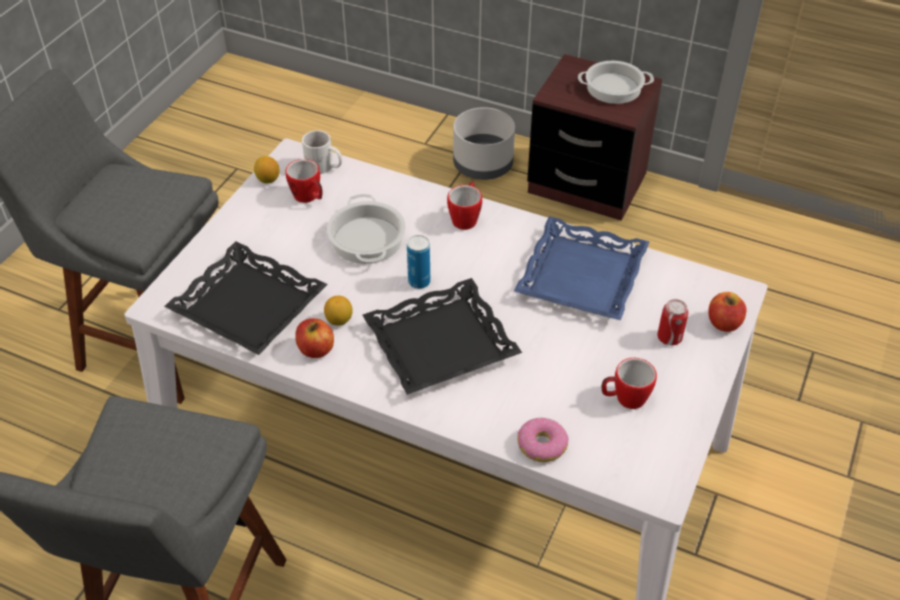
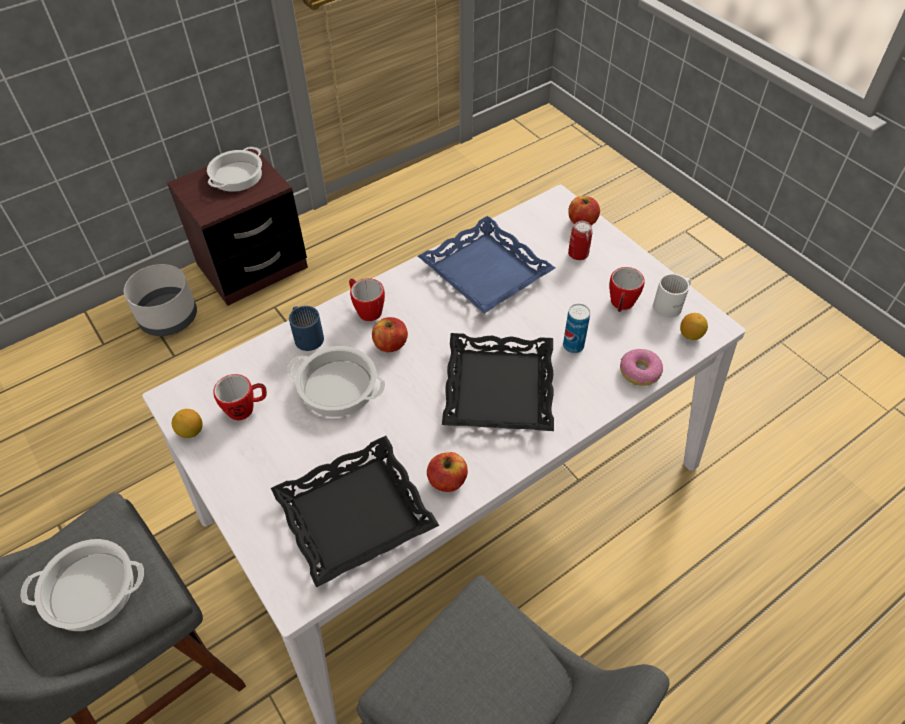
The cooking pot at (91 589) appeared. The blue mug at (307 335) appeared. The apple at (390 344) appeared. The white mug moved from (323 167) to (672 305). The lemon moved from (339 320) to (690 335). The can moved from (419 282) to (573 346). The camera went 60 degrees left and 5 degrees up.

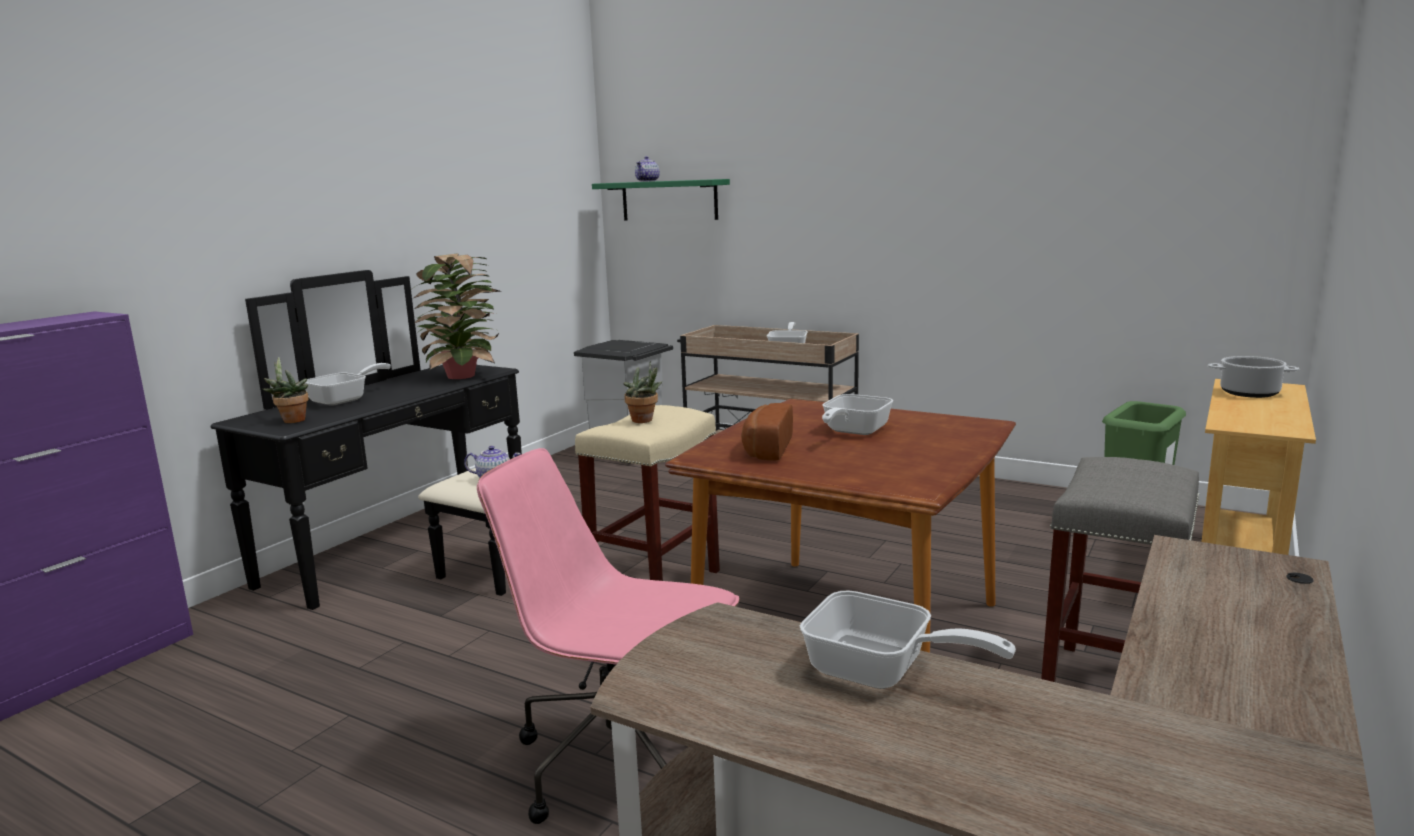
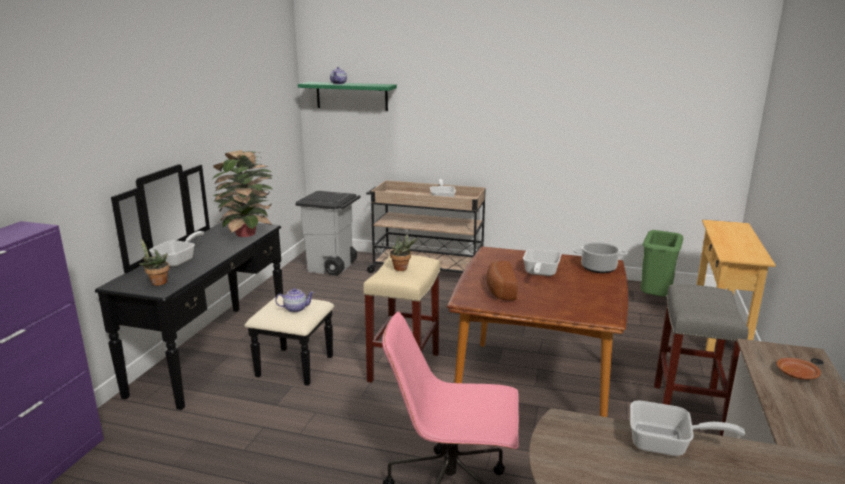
The brown plate at (796 374) appeared. The cooking pot moved from (1248 393) to (598 268). The camera went 15 degrees left and 5 degrees up.

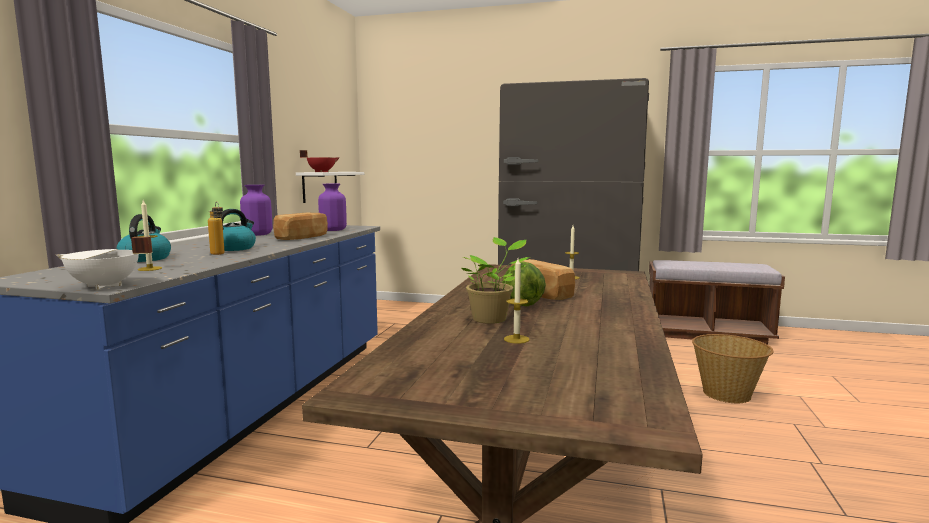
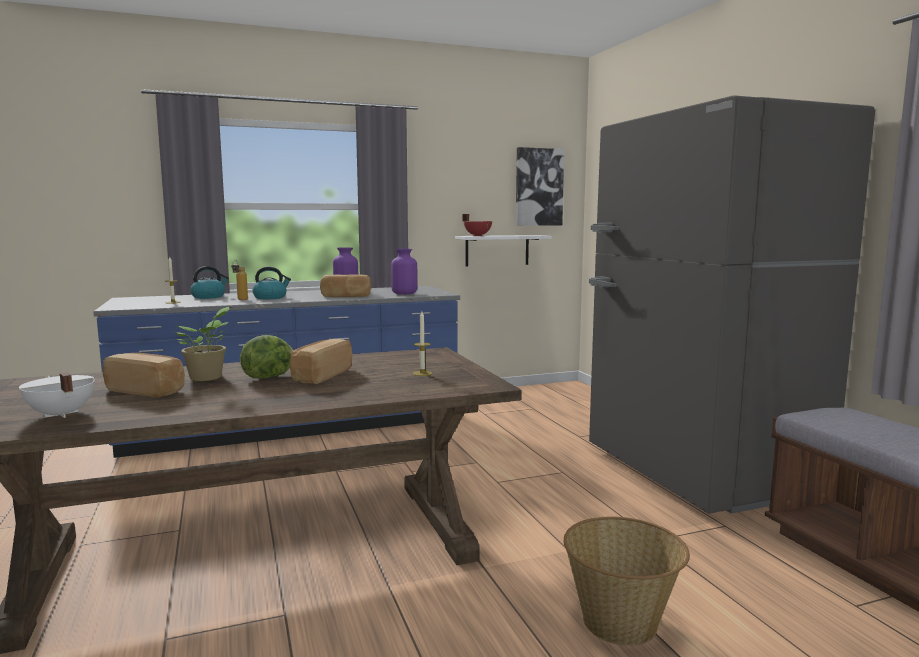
The picture at (538 187) appeared. The white cooking pot moved from (104 286) to (60 414). The candle at (516 339) was replaced by the bread at (146 390). The camera went 55 degrees right and 0 degrees up.

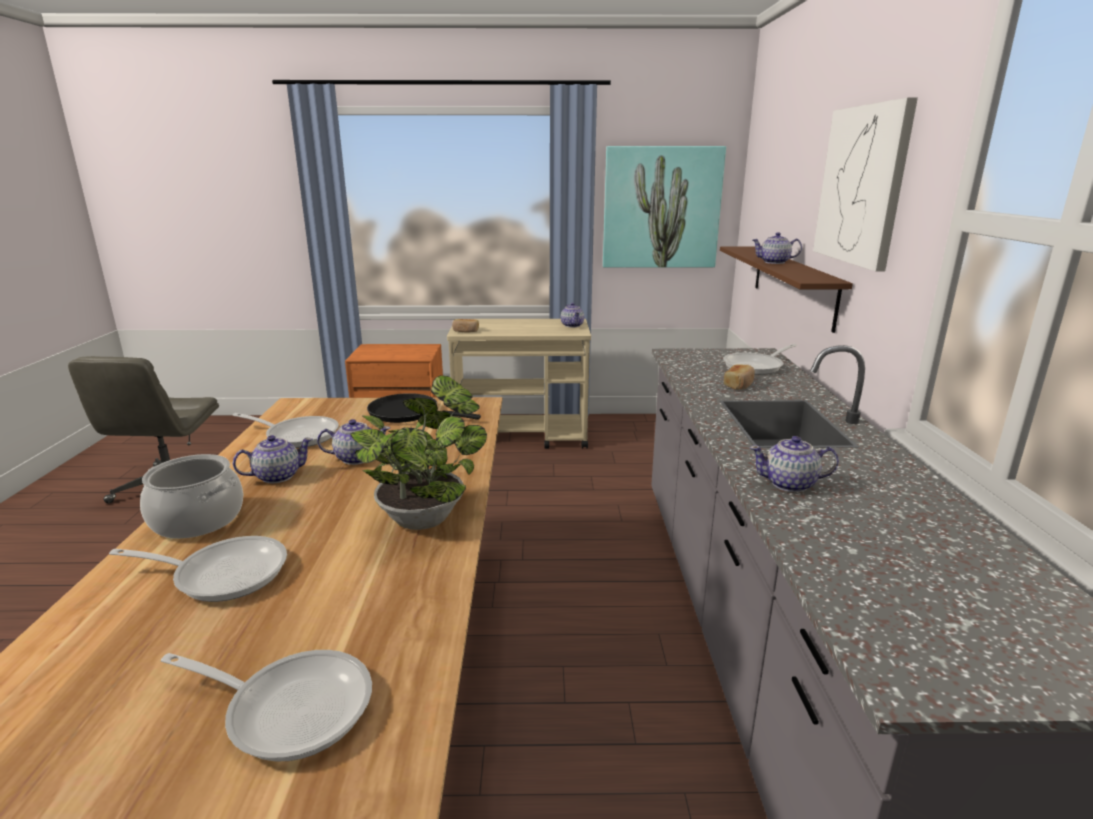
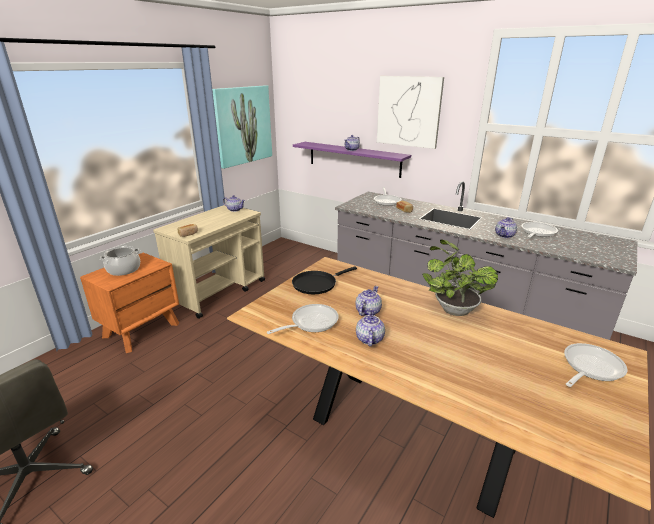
The frying pan moved from (223 574) to (537 232). The cooking pot moved from (197 520) to (124 269). The brown shelf at (792 284) became the purple shelf at (353 159). The camera went 55 degrees left and 5 degrees up.

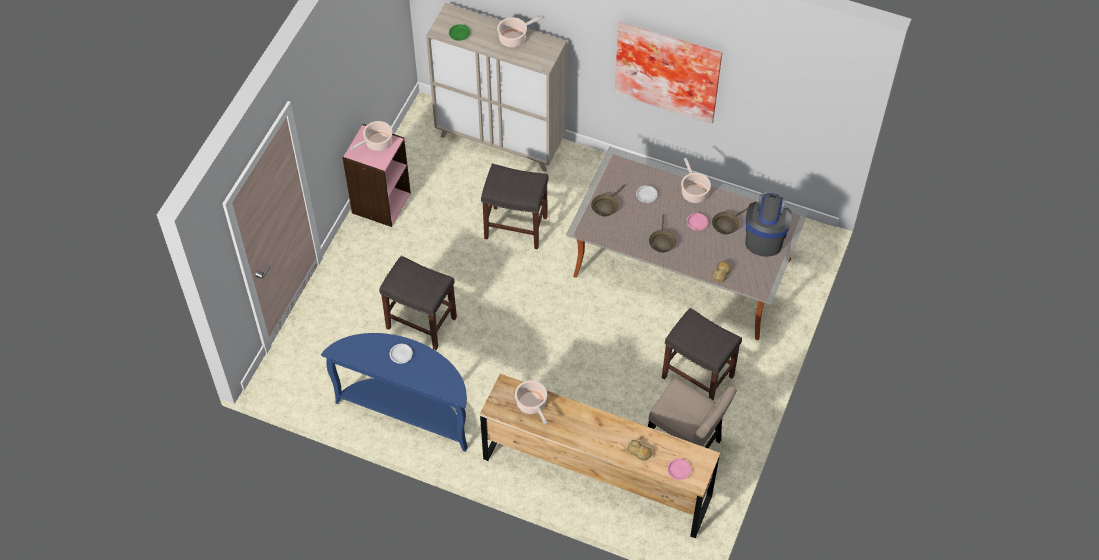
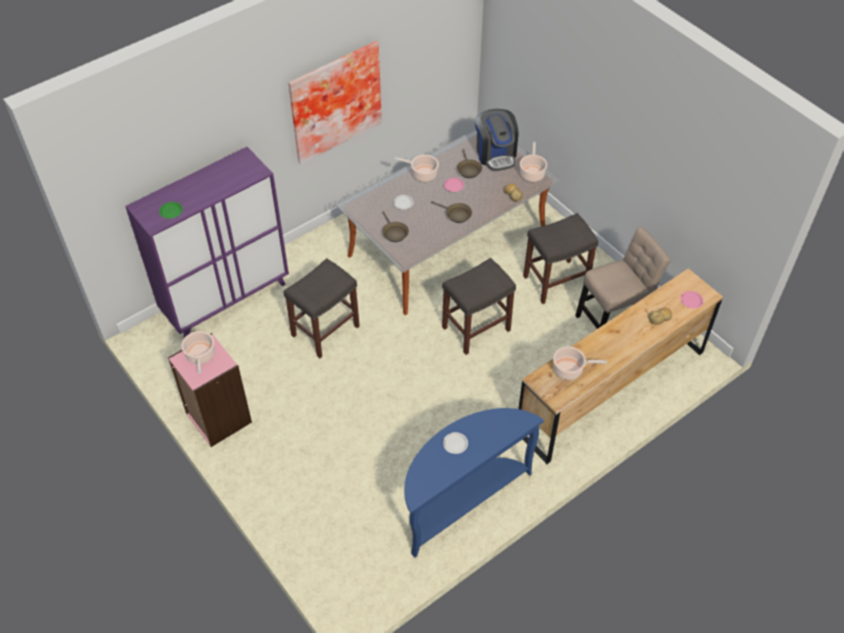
The grey stool moved from (420 323) to (475 329). The cooking pot moved from (514 38) to (532 173). The beige cabinet at (501 140) became the purple cabinet at (226 299). The coffee machine at (765 236) turned 150 degrees counterclockwise. The camera went 60 degrees left and 5 degrees down.

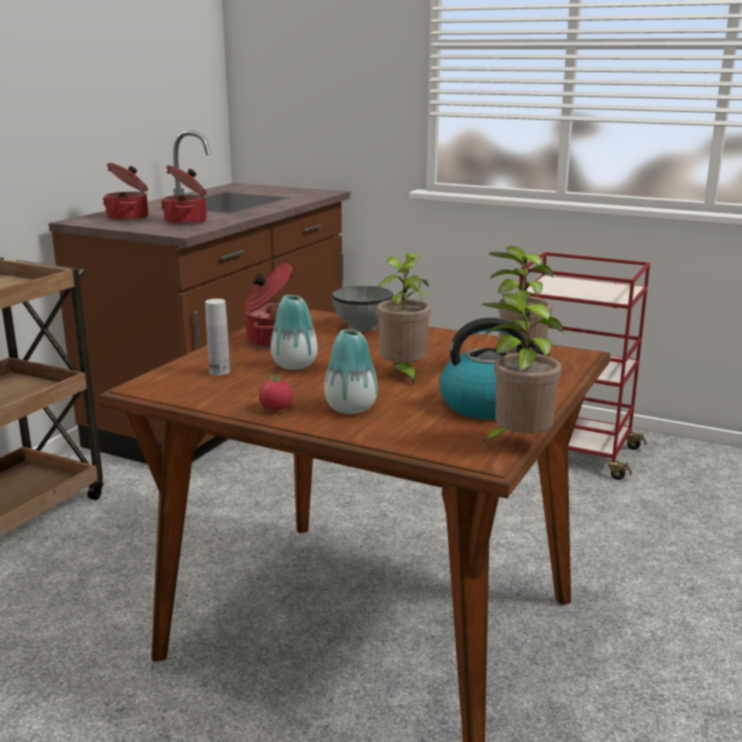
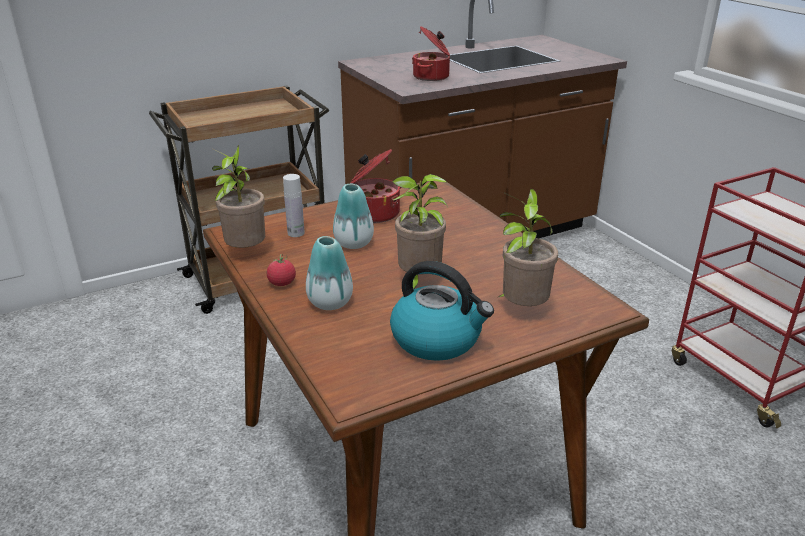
The cooking pot at (129 217) disappeared. The grey bowl at (362 327) disappeared. The potted plant moved from (517 444) to (245 252). The camera went 35 degrees right and 10 degrees up.

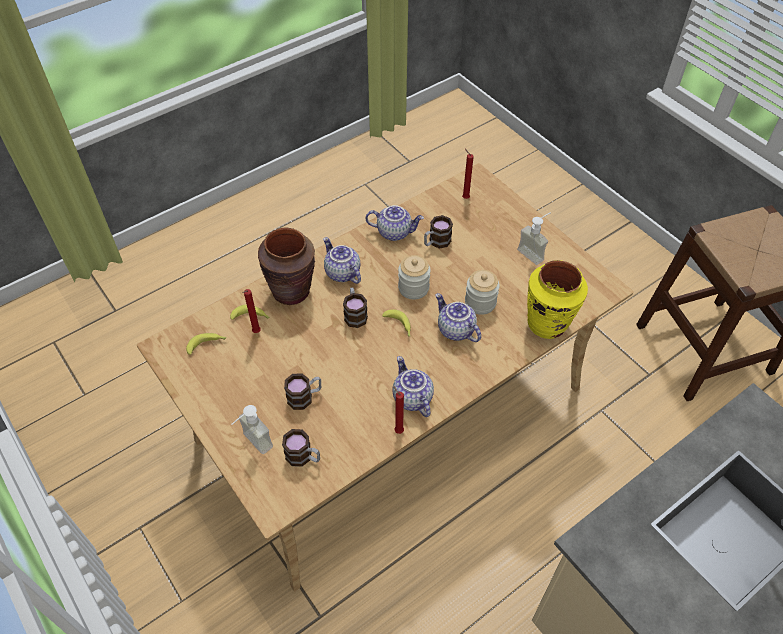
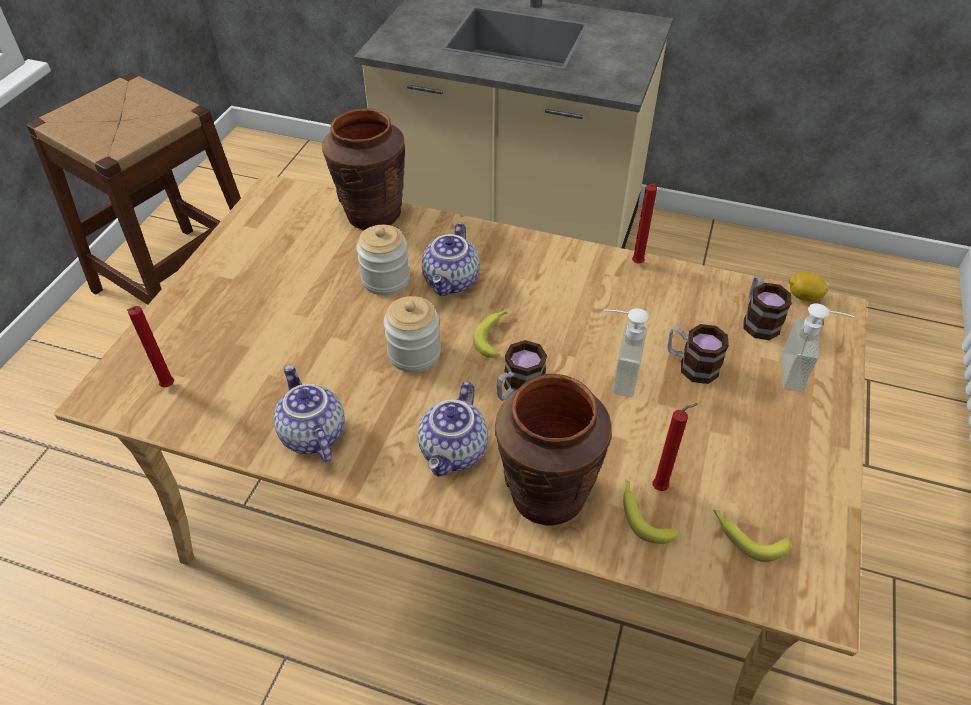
The teapot at (411 398) disappeared. The mug at (436 242) disappeared. The lemon at (803 297) appeared. The soap dispenser moved from (534 252) to (615 375). The yellow vase at (547 324) became the brown vase at (373 215). The camera went 125 degrees left and 5 degrees down.

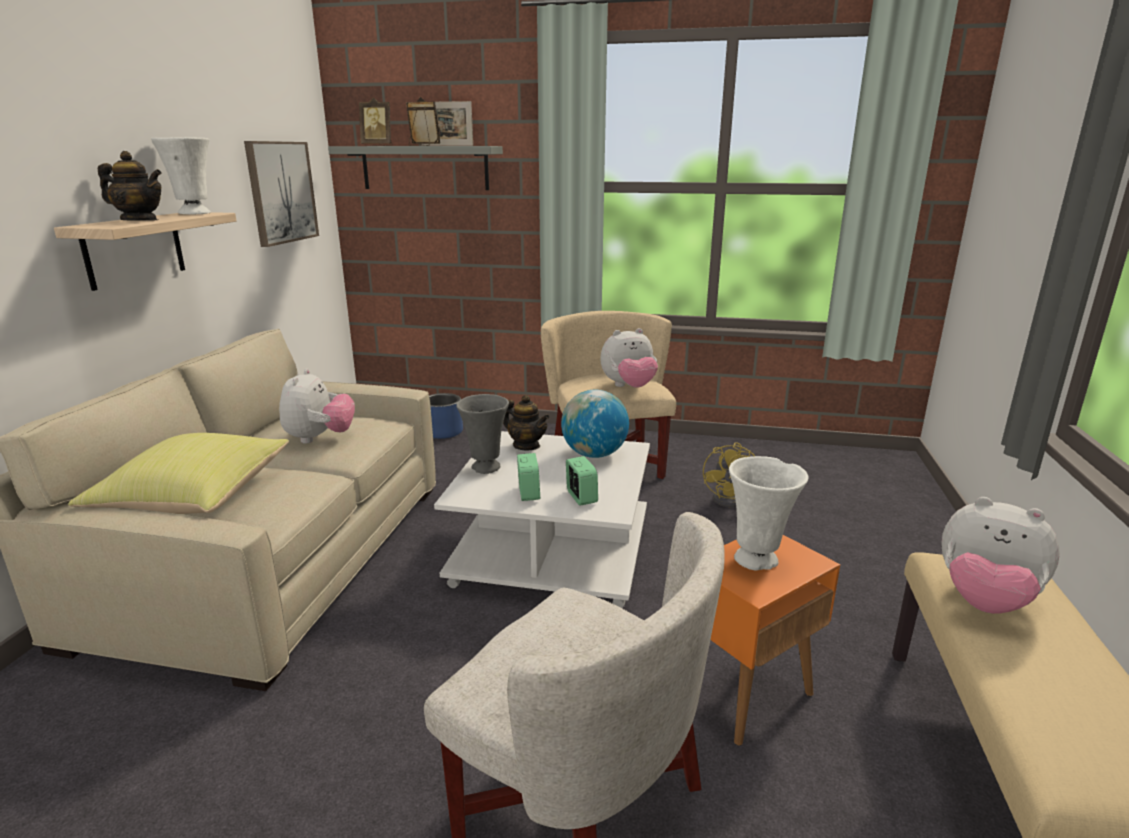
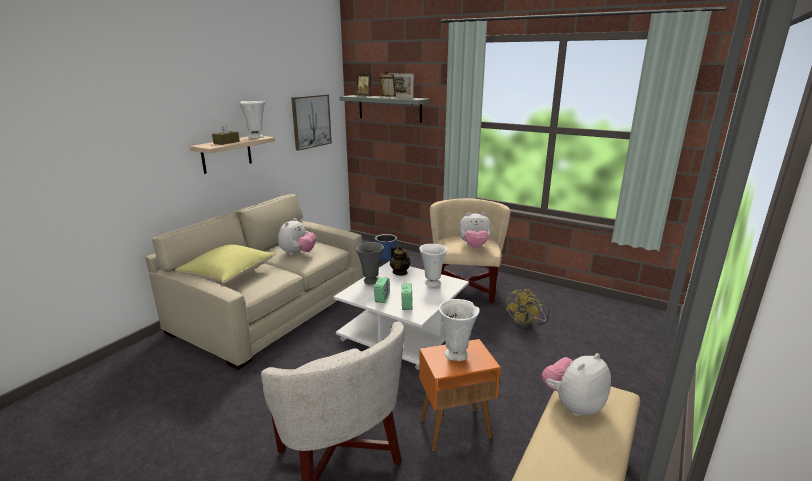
The teapot at (139 221) was replaced by the brown tissue box at (226 142). The globe at (594 454) was replaced by the white vase at (432 283). The plush toy at (984 601) turned 90 degrees clockwise. The camera went 20 degrees right and 0 degrees up.

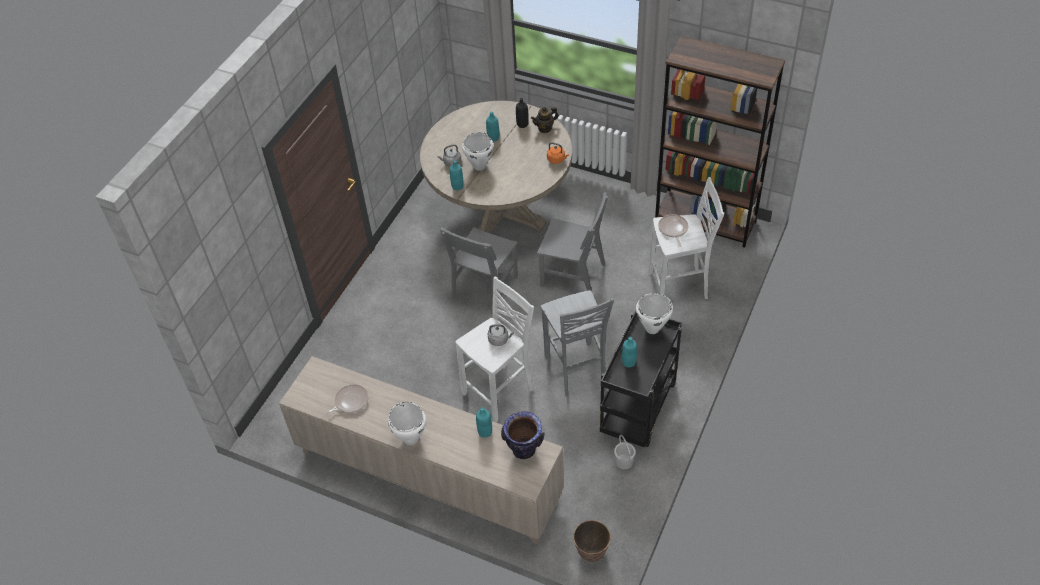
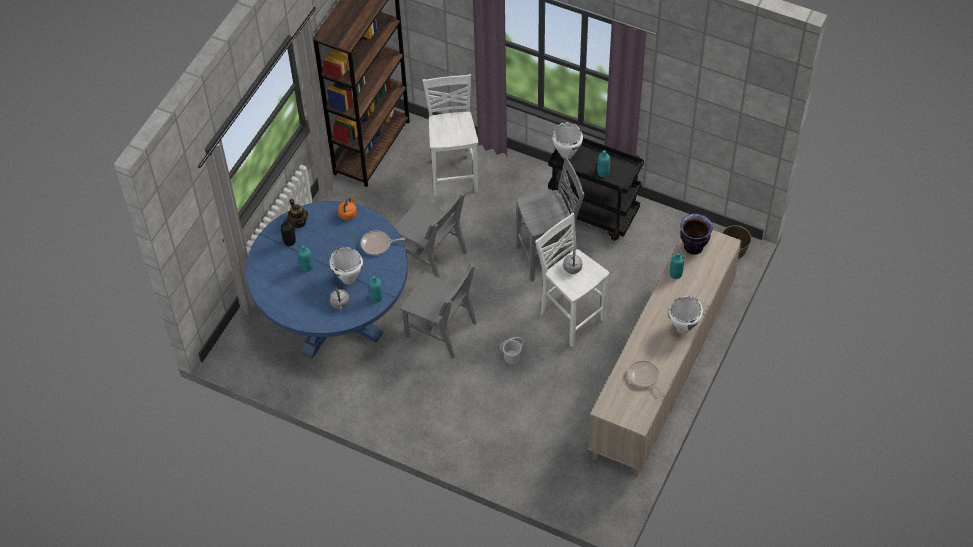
The white bucket moved from (624 461) to (512 357). The frying pan moved from (673 229) to (377 244). The beige dining table at (500 211) became the blue dining table at (335 316). The grey chair at (573 275) turned 105 degrees clockwise. The camera went 90 degrees left and 5 degrees up.

